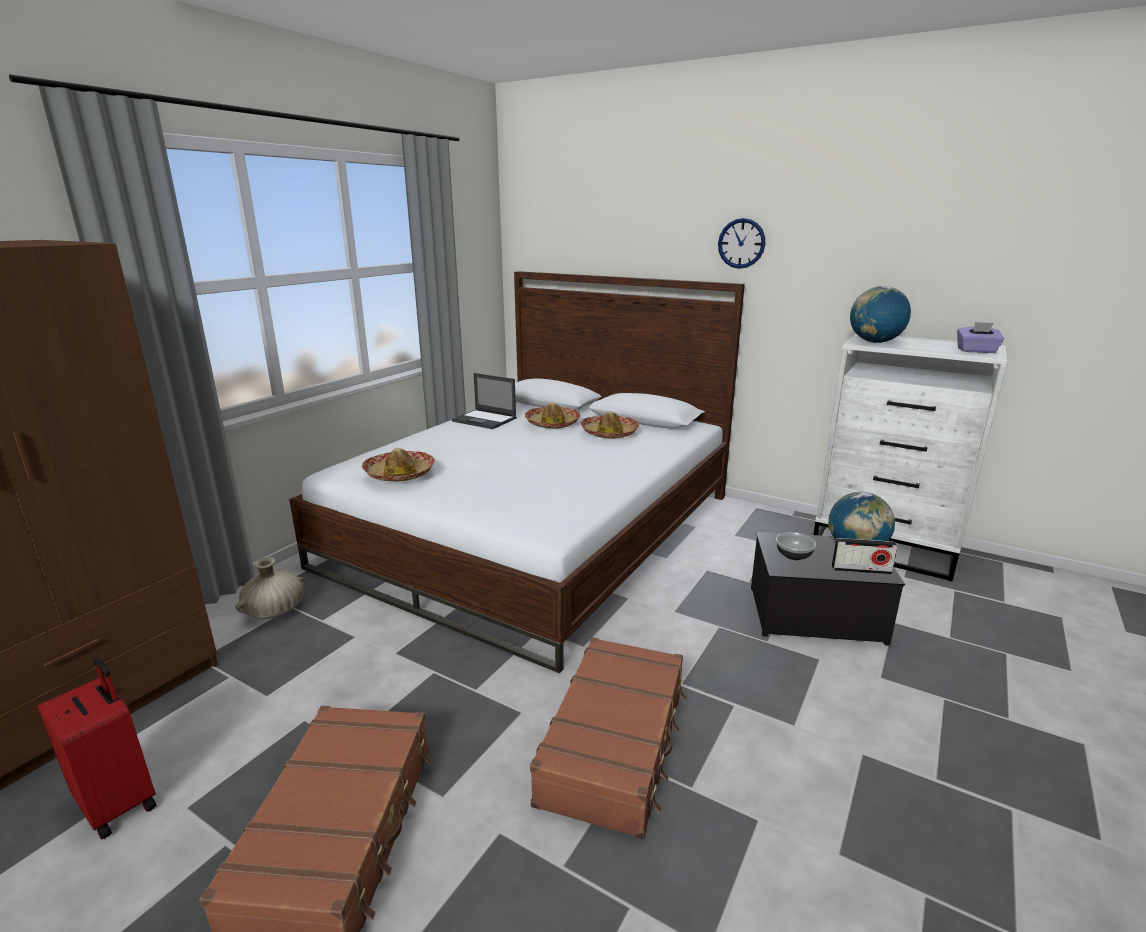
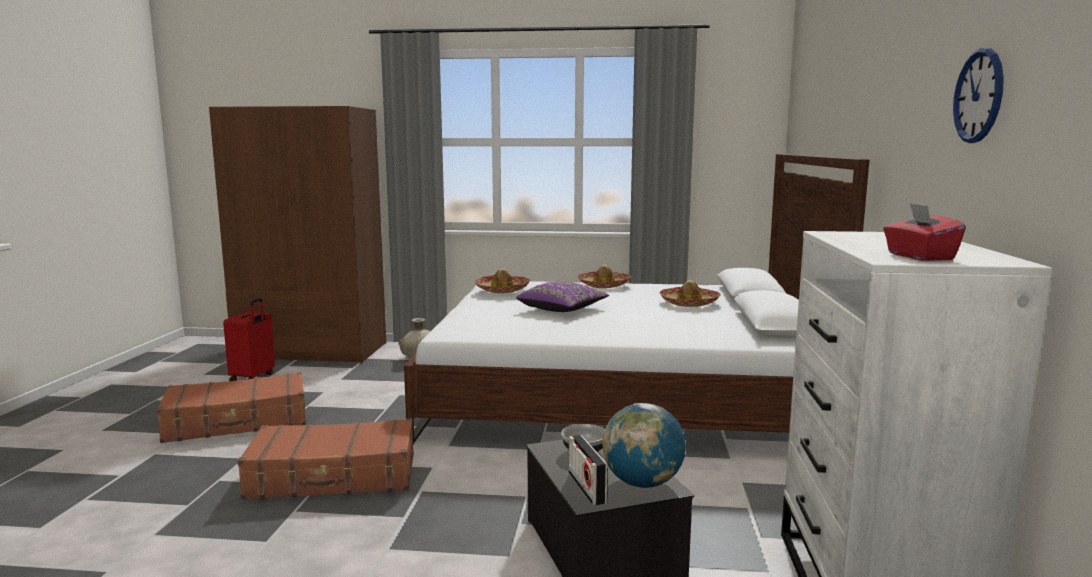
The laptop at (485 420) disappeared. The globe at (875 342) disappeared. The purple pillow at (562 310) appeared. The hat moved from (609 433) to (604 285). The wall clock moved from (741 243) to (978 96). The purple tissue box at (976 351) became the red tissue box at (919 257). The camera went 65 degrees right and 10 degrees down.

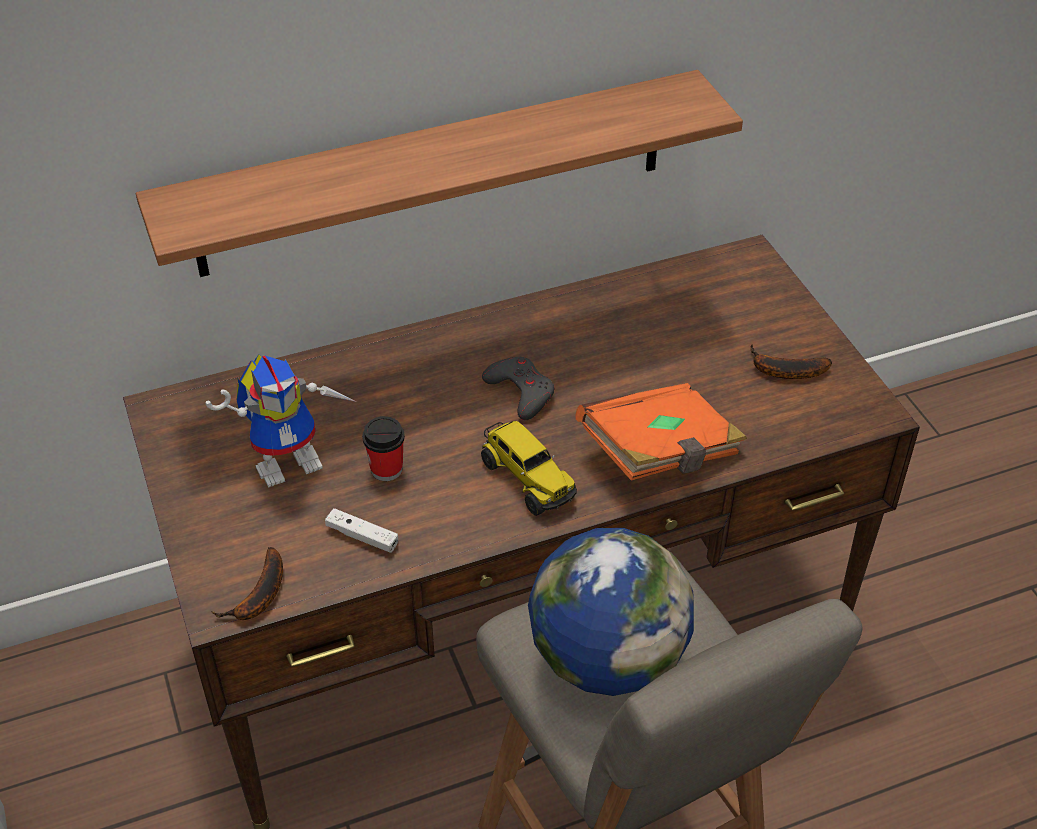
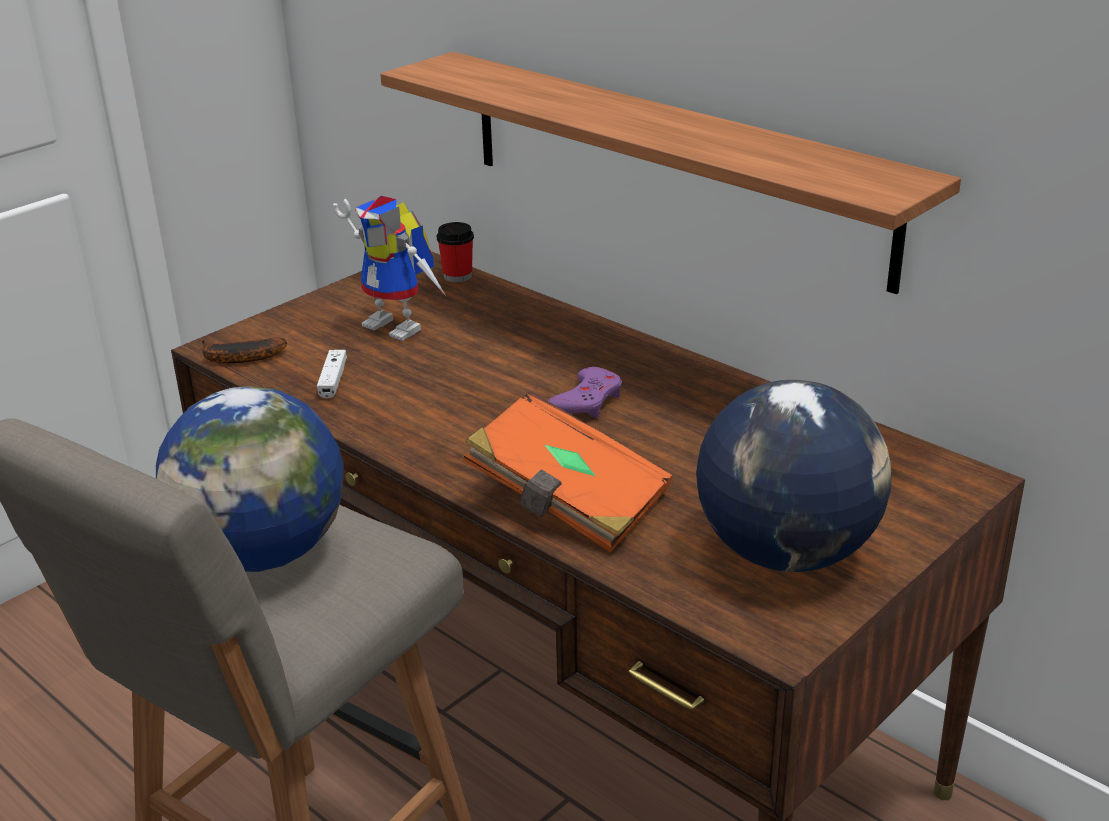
The toy truck at (527 479) disappeared. The cup moved from (386 469) to (457 276). The banana at (784 371) was replaced by the globe at (786 552). The grey game controller at (521 391) became the purple game controller at (586 401). The camera went 65 degrees right and 15 degrees down.

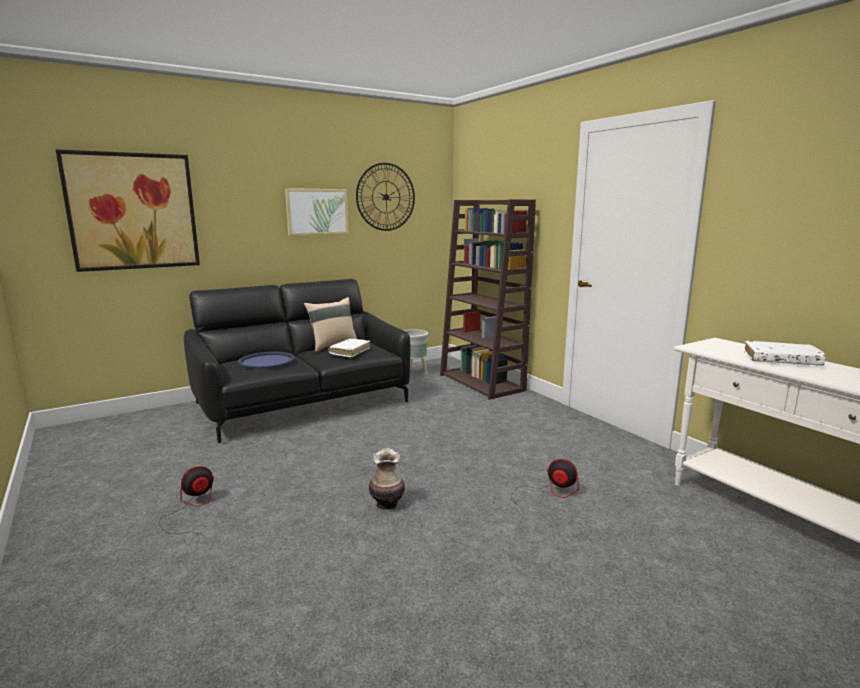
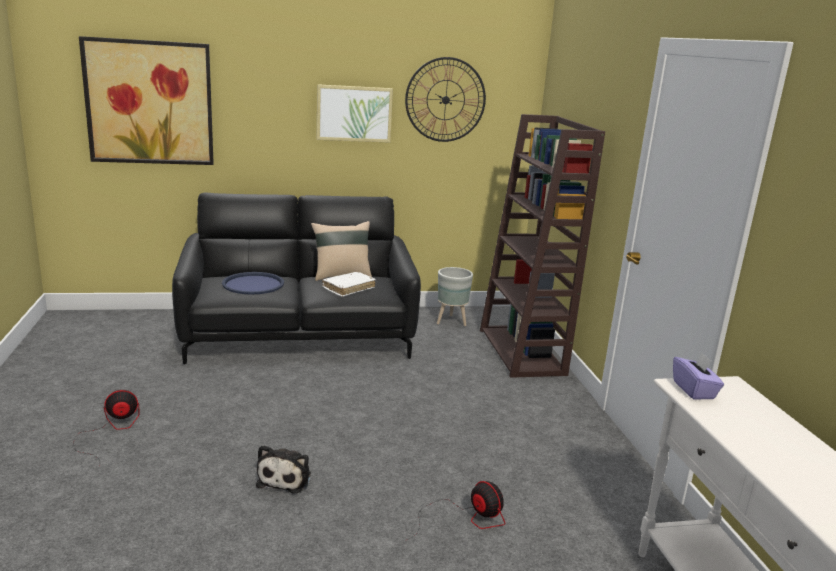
The white book at (781 360) disappeared. The purple tissue box at (694 390) appeared. The vase at (387 504) was replaced by the plush toy at (286 478). The camera went 20 degrees right and 5 degrees up.

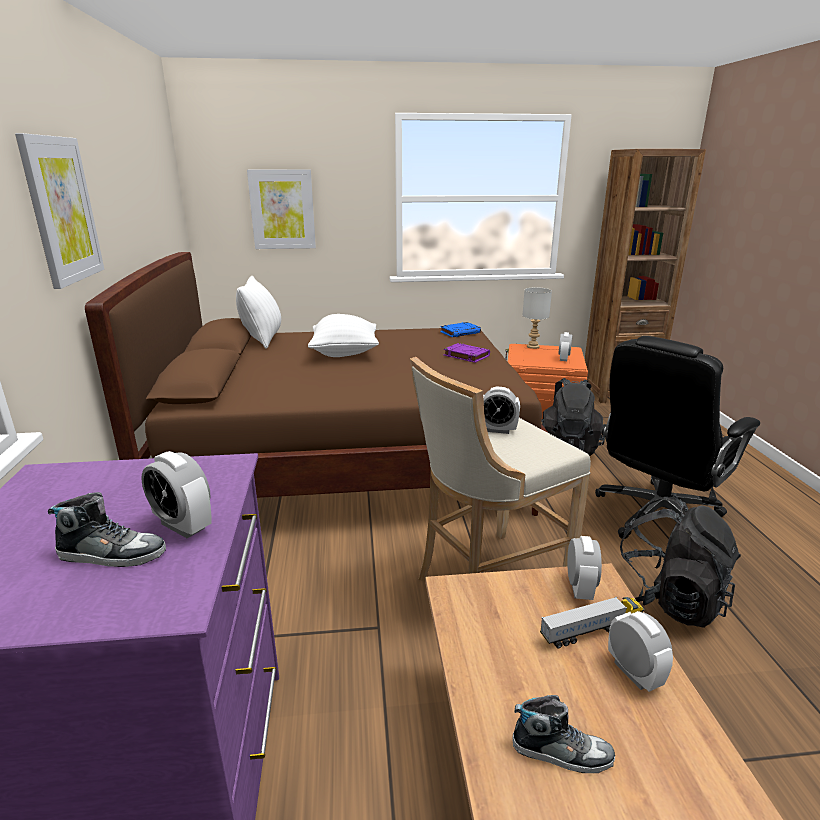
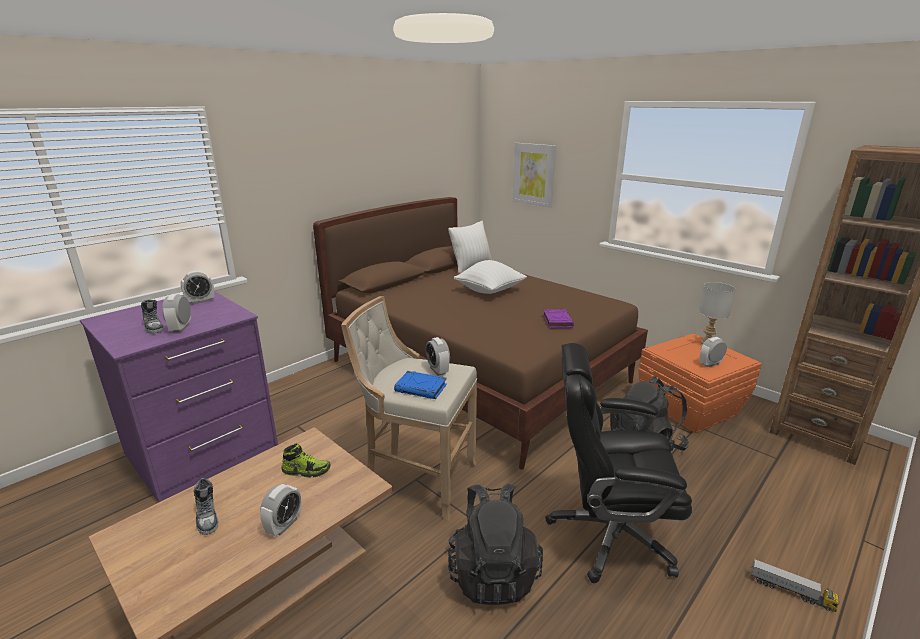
The picture at (62 210) disappeared. The shoe at (306 470) appeared. The blue book moved from (460 332) to (421 388). The toy truck moved from (591 631) to (791 592). The alarm clock moved from (579 588) to (200 301). The camera went 50 degrees right and 0 degrees up.

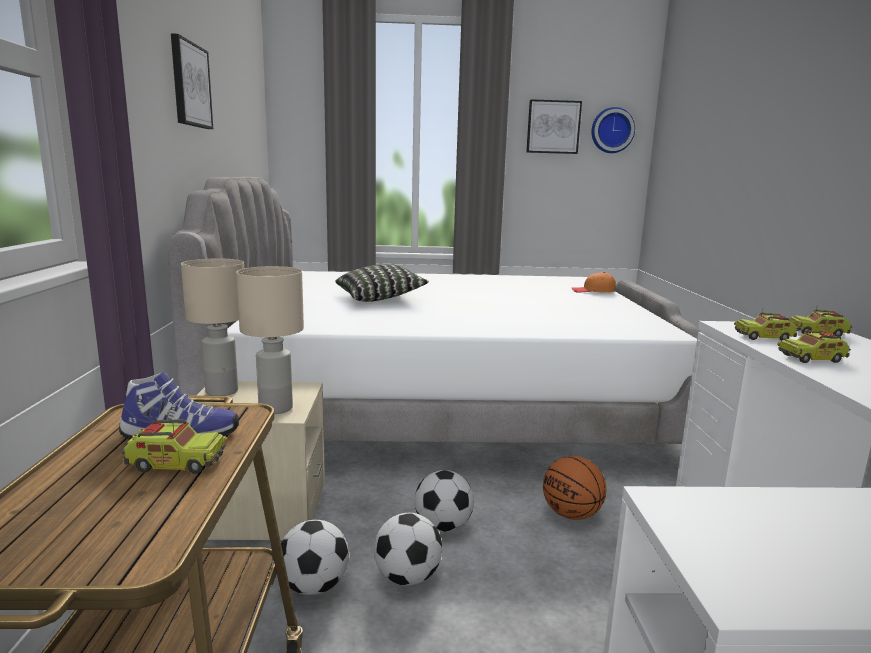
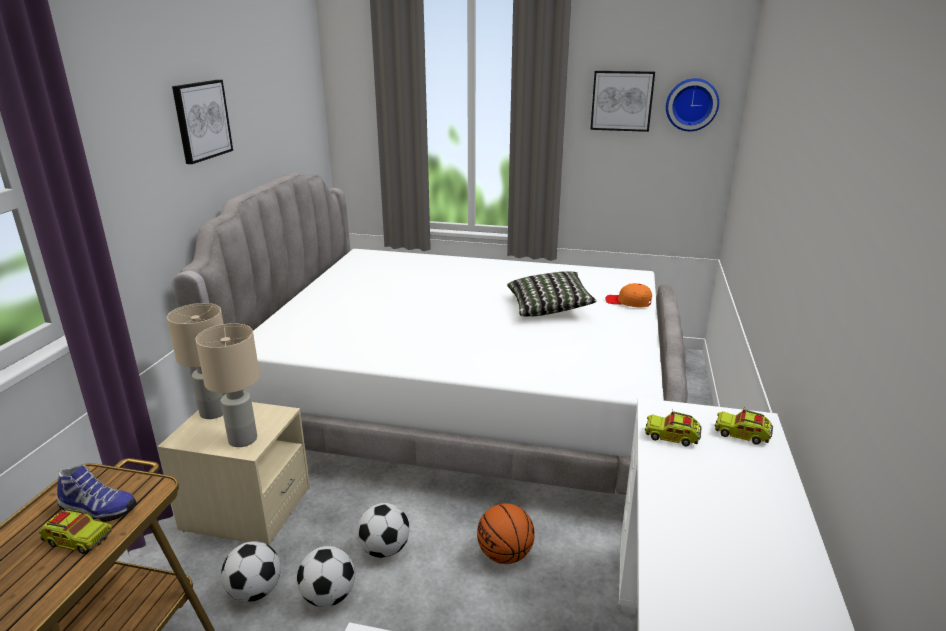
The toy truck at (811 358) disappeared. The pillow moved from (380 298) to (549 308). The camera went 15 degrees right and 10 degrees up.

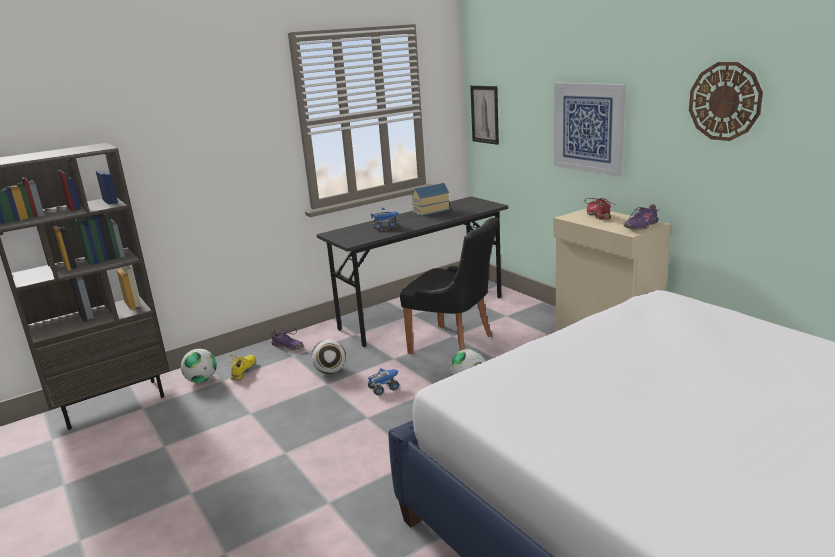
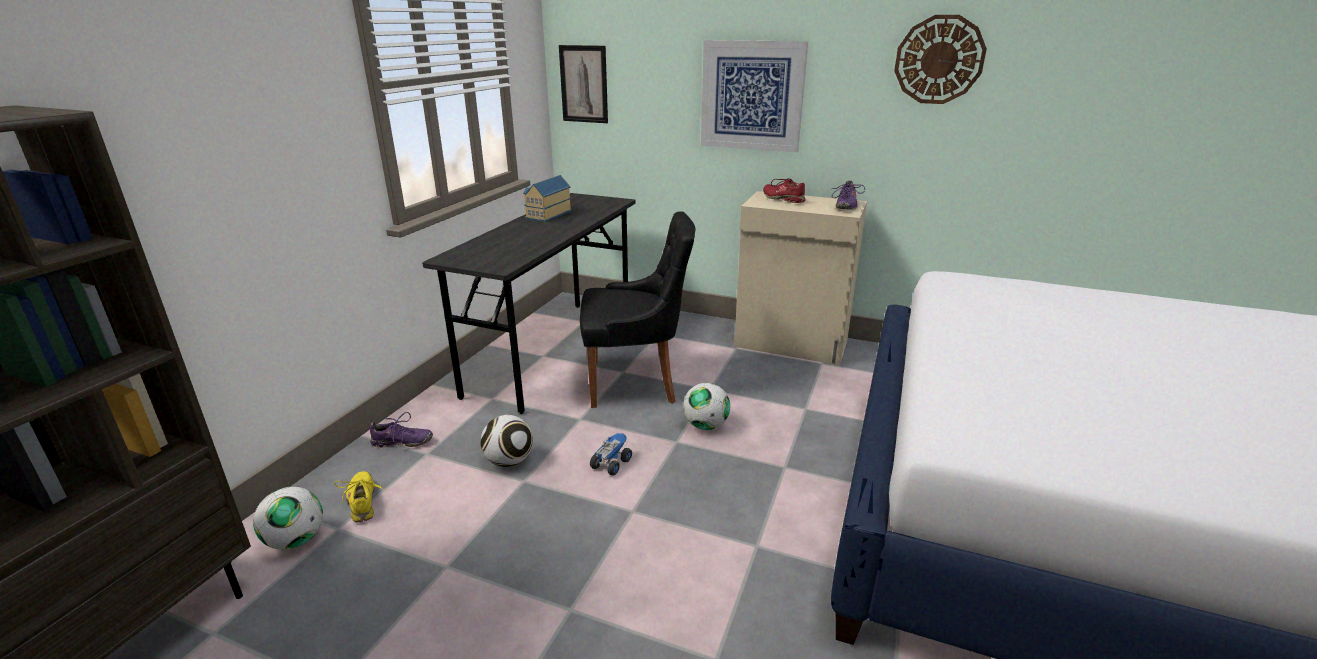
The toy truck at (385 227) disappeared. The camera went 35 degrees left and 5 degrees up.

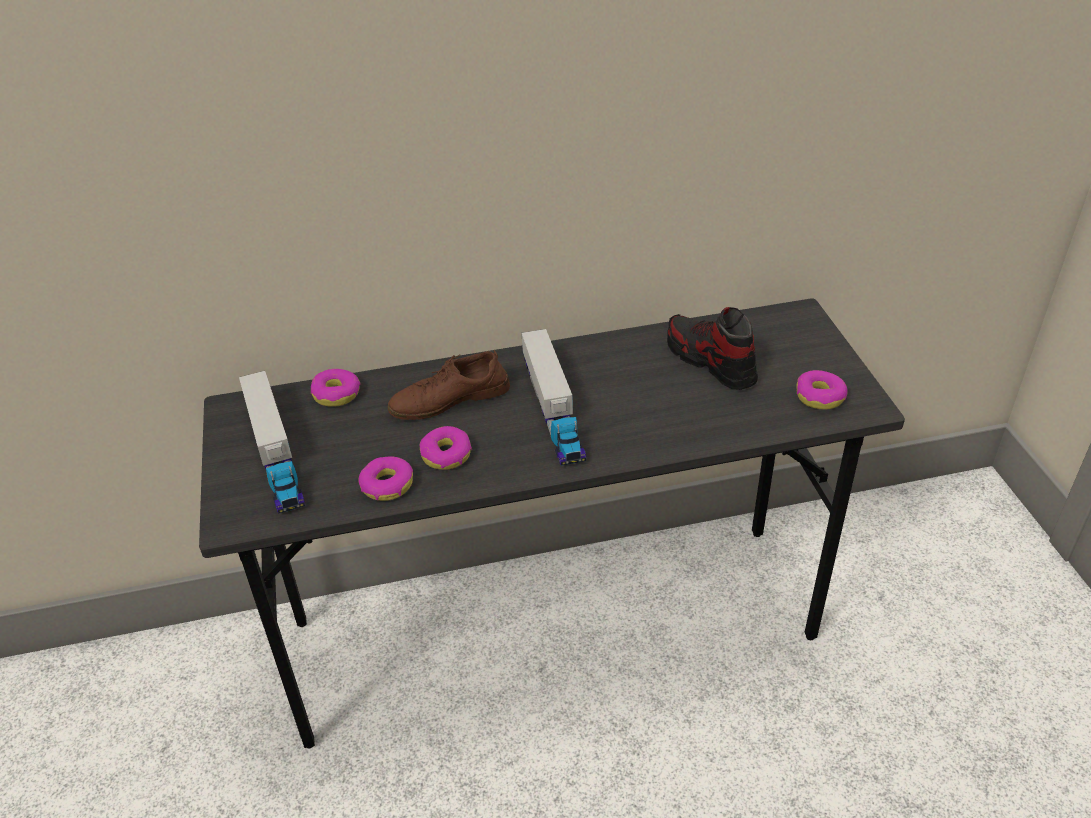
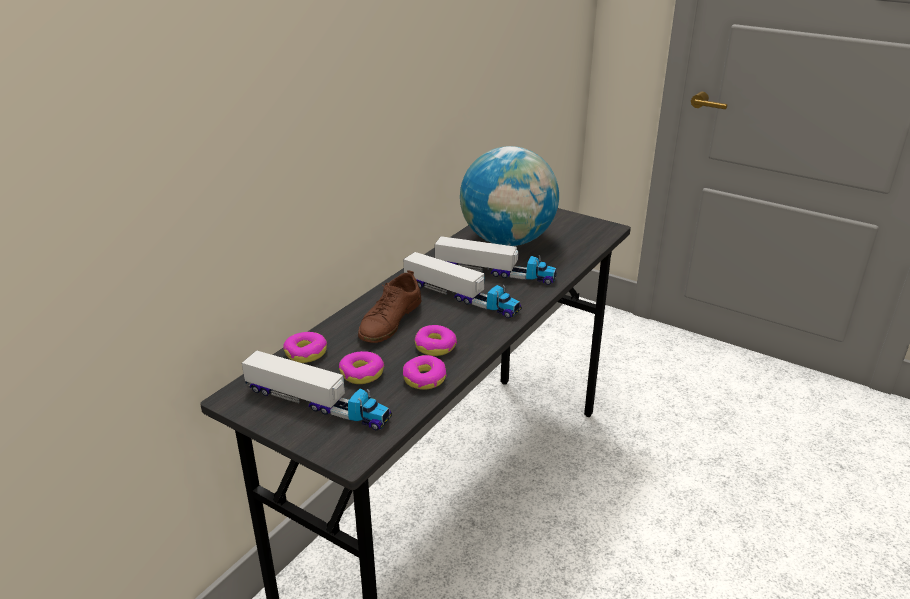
The toy truck at (495 272) appeared. The donut moved from (820 396) to (362 373). The shoe at (710 361) was replaced by the globe at (507 241). The camera went 45 degrees left and 10 degrees down.

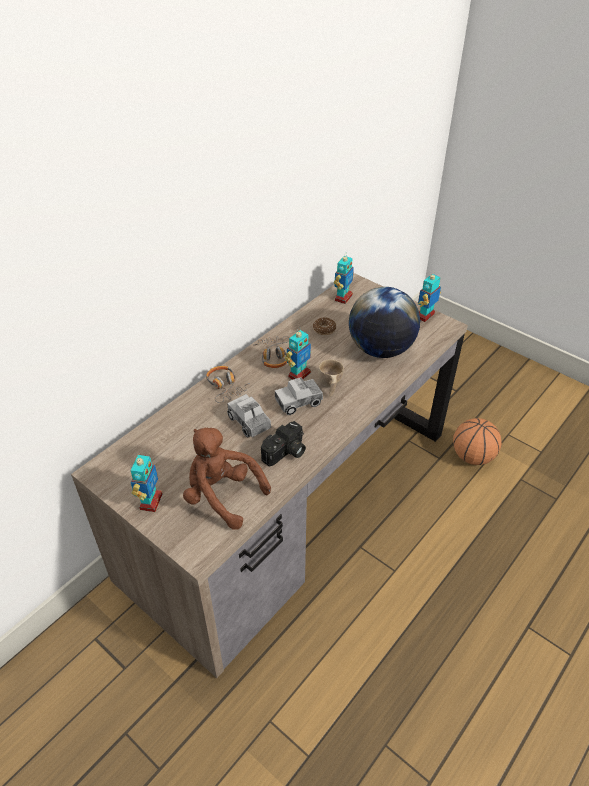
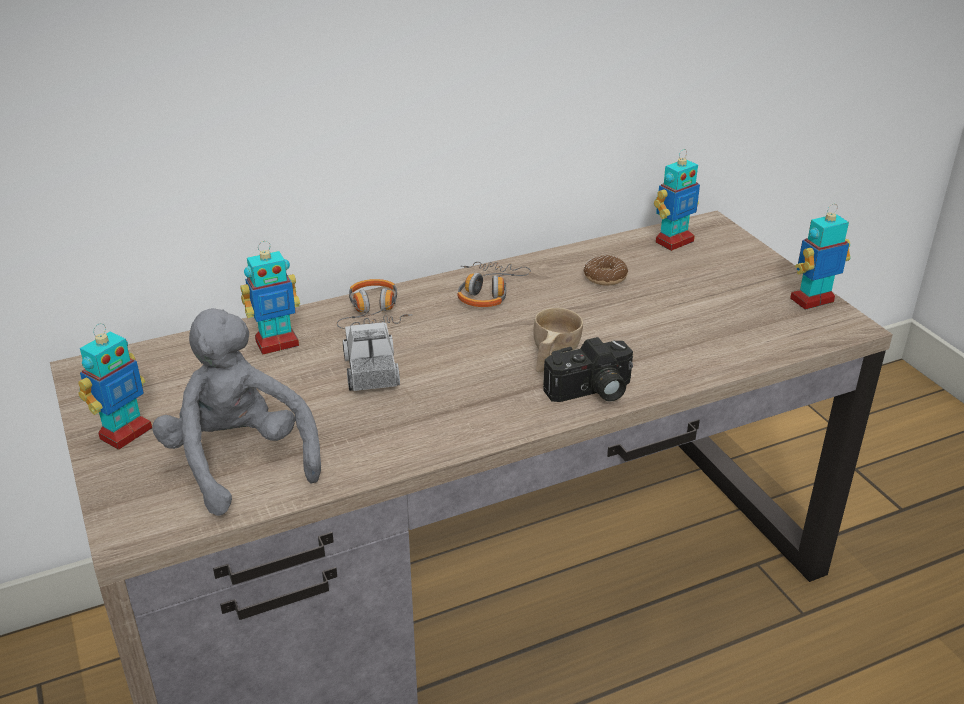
The toy truck at (298 402) disappeared. The globe at (380 349) disappeared. The basketball at (472 456) disappeared. The photo camera moved from (286 453) to (591 392). The toy robot moved from (299 374) to (277 343). The brown plush toy at (222 495) became the grey plush toy at (239 460). The camera went 25 degrees right and 10 degrees down.

